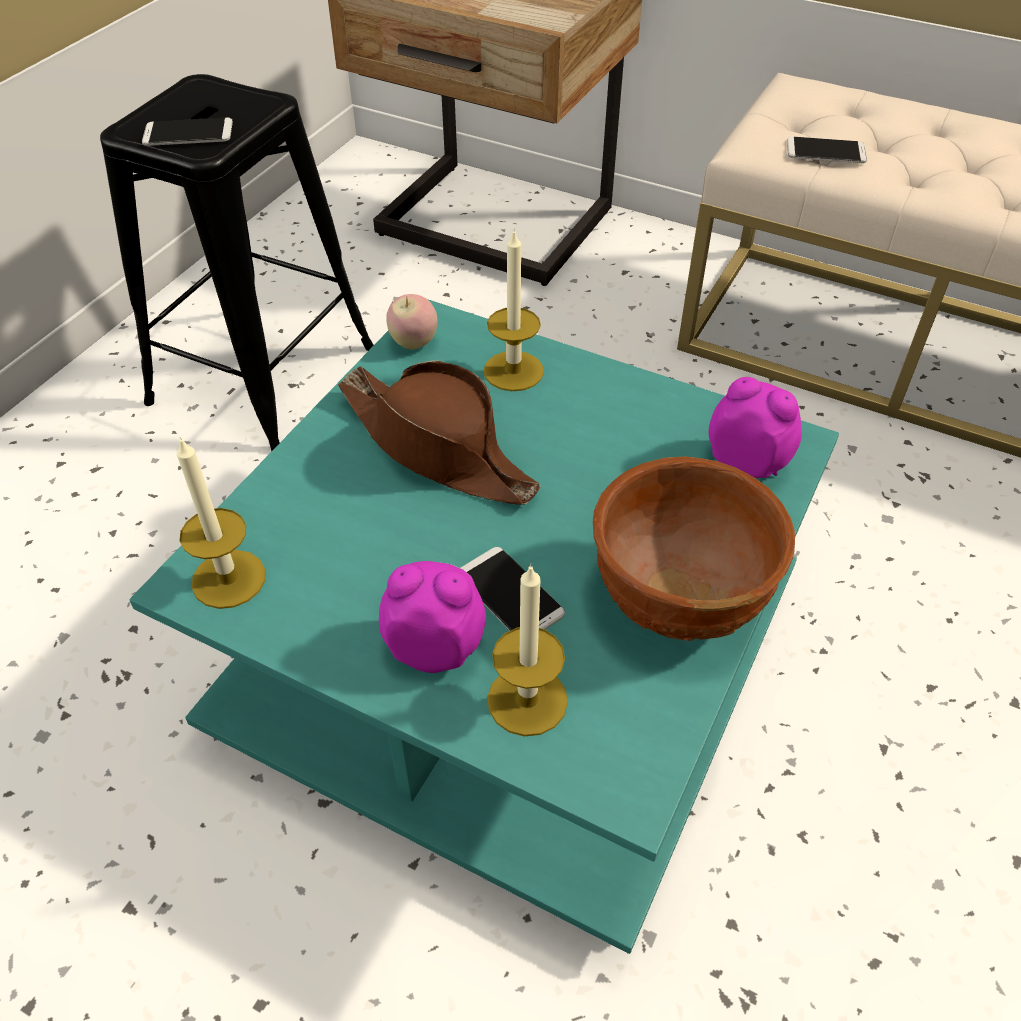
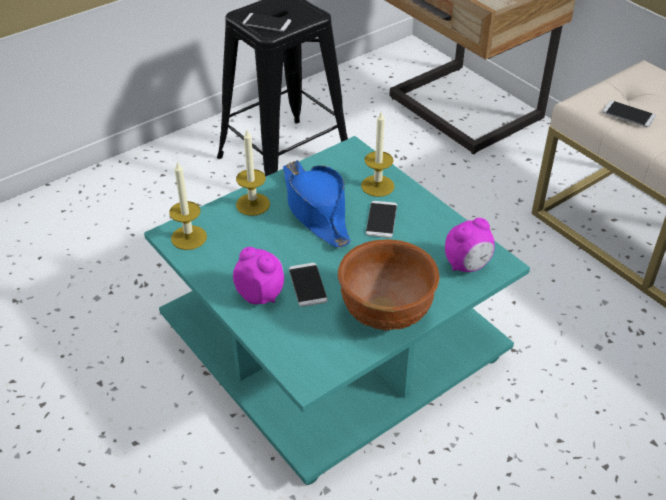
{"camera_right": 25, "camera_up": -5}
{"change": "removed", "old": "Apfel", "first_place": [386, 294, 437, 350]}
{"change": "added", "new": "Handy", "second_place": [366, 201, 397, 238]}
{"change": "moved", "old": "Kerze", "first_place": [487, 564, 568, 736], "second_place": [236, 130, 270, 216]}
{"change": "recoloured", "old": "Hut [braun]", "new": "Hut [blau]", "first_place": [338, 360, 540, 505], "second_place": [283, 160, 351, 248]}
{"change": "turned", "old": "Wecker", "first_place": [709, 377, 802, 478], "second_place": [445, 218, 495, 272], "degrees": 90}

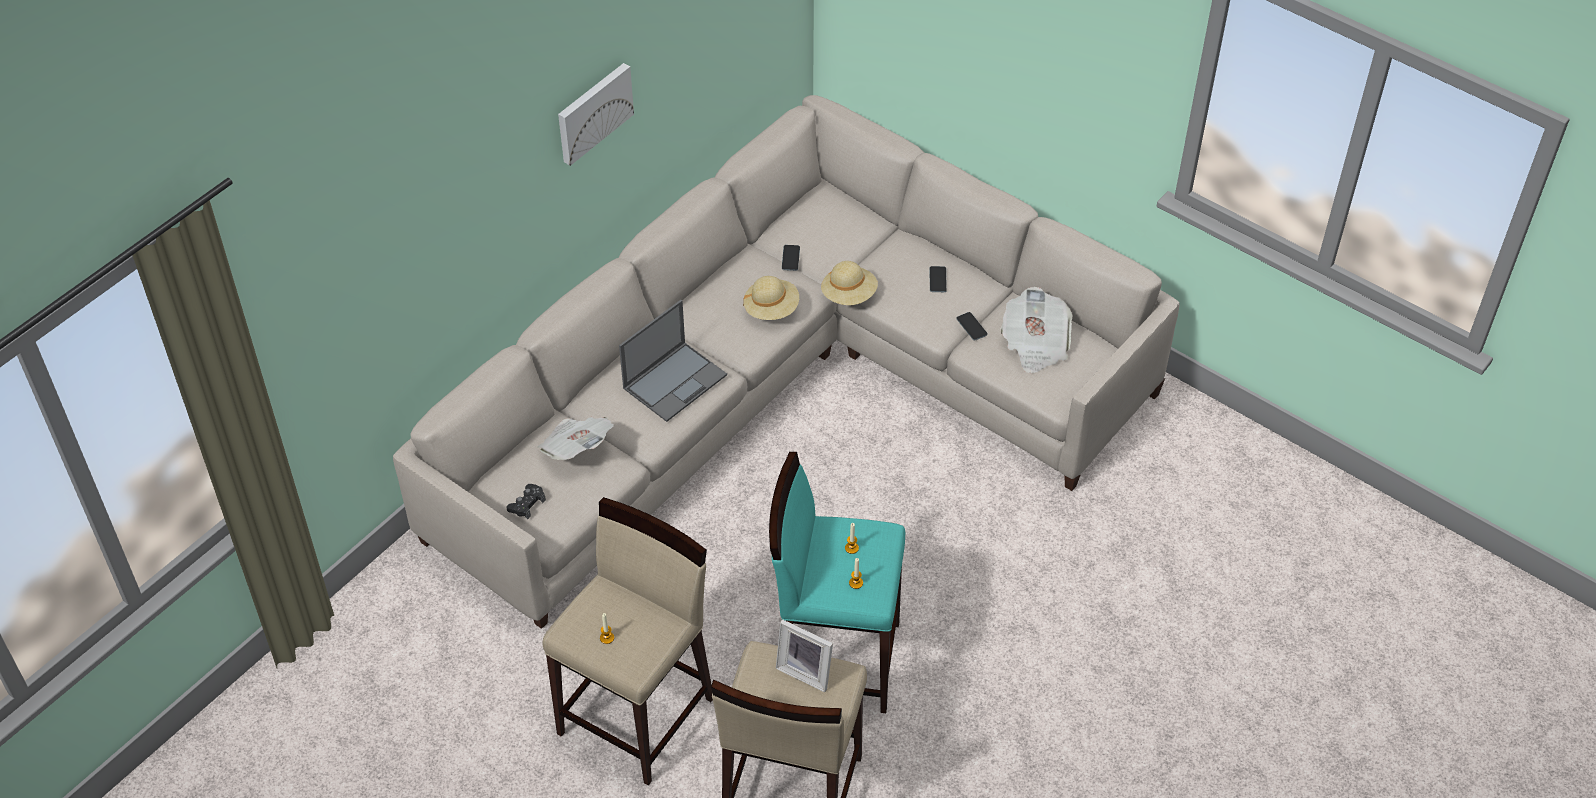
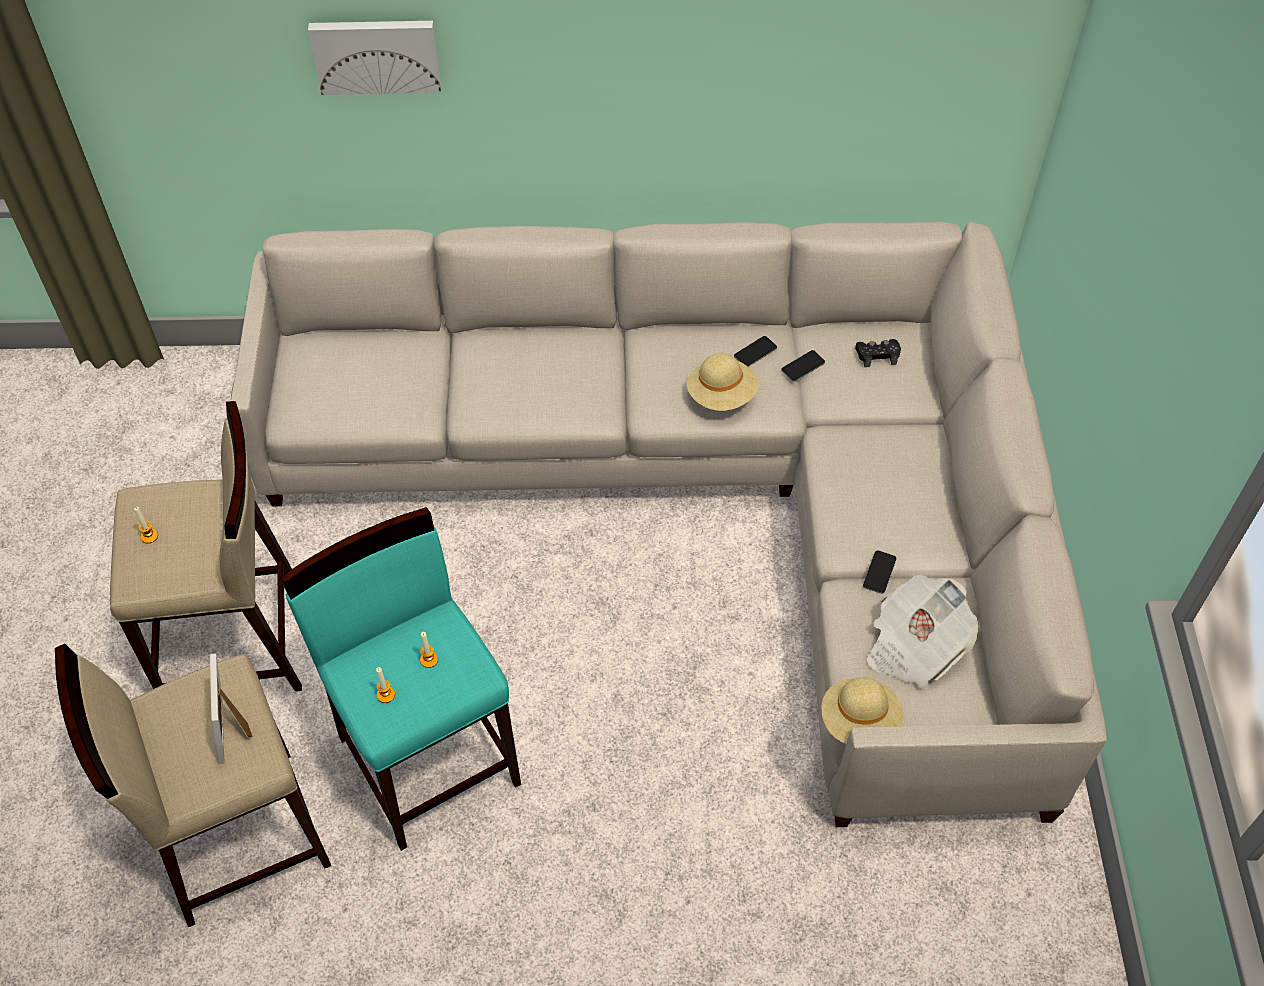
{"camera_right": 50, "camera_up": 5}
{"change": "removed", "old": "Zeitung", "first_place": [537, 417, 614, 460]}
{"change": "removed", "old": "Laptop", "first_place": [619, 300, 727, 422]}
{"change": "moved", "old": "Gamepad [schwarz]", "first_place": [507, 484, 546, 519], "second_place": [855, 339, 901, 367]}
{"change": "moved", "old": "Bild", "first_place": [558, 63, 634, 166], "second_place": [308, 21, 441, 95]}
{"change": "moved", "old": "Hut [beige]", "first_place": [821, 261, 878, 305], "second_place": [822, 677, 903, 744]}
{"change": "moved", "old": "Handy", "first_place": [929, 266, 947, 292], "second_place": [734, 336, 777, 367]}

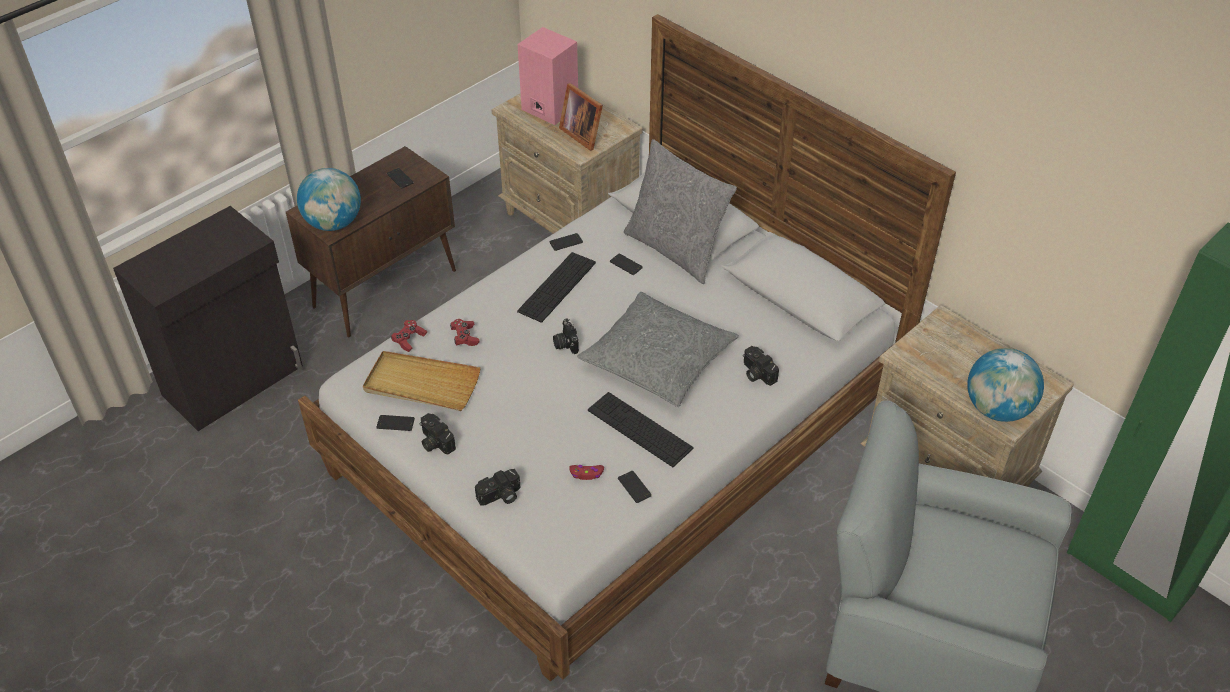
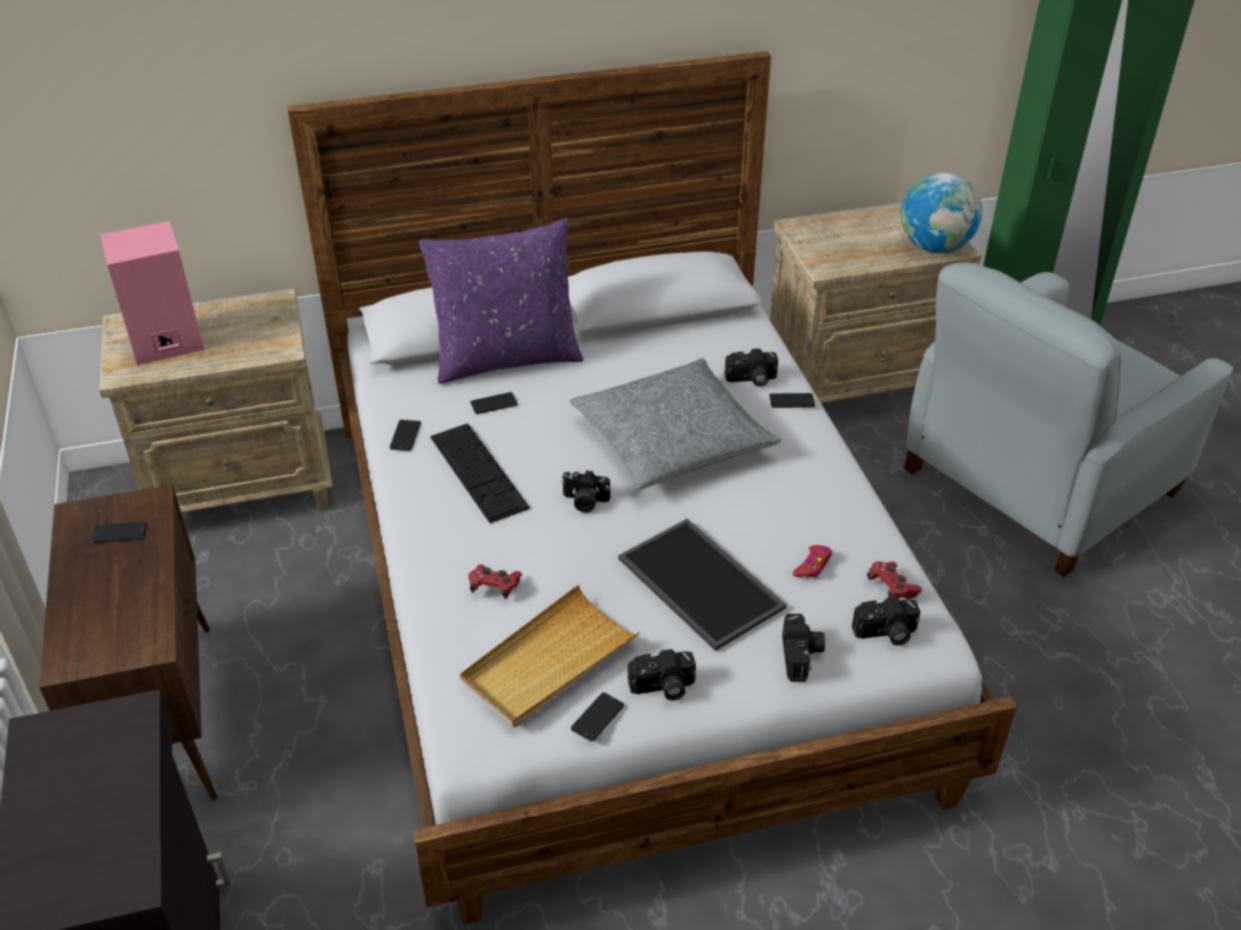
{"camera_right": -60, "camera_up": -5}
{"change": "removed", "old": "Globus", "first_place": [297, 168, 361, 231]}
{"change": "removed", "old": "Bilderrahmen", "first_place": [559, 83, 603, 151]}
{"change": "removed", "old": "Tastatur", "first_place": [588, 392, 694, 467]}
{"change": "added", "new": "Tablett", "second_place": [618, 519, 786, 651]}
{"change": "added", "new": "Kamera", "second_place": [852, 596, 920, 645]}
{"change": "moved", "old": "Gamepad [rot]", "first_place": [391, 320, 427, 352], "second_place": [867, 561, 922, 599]}
{"change": "moved", "old": "Handy", "first_place": [618, 471, 652, 503], "second_place": [769, 393, 815, 408]}
{"change": "recoloured", "old": "Kissen [grau]", "new": "Kissen [lila]", "first_place": [624, 139, 737, 284], "second_place": [419, 218, 583, 384]}

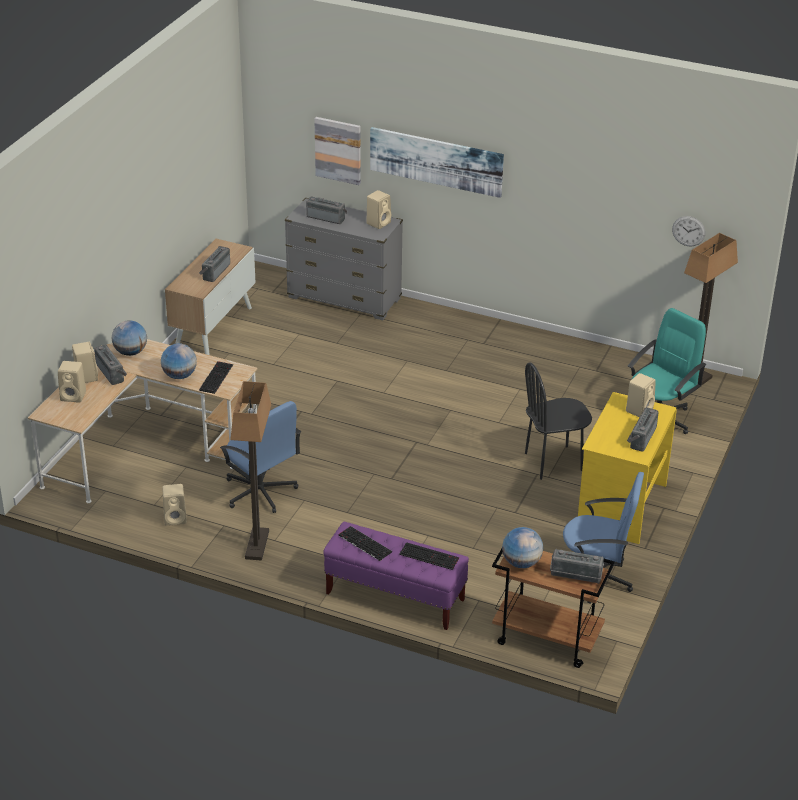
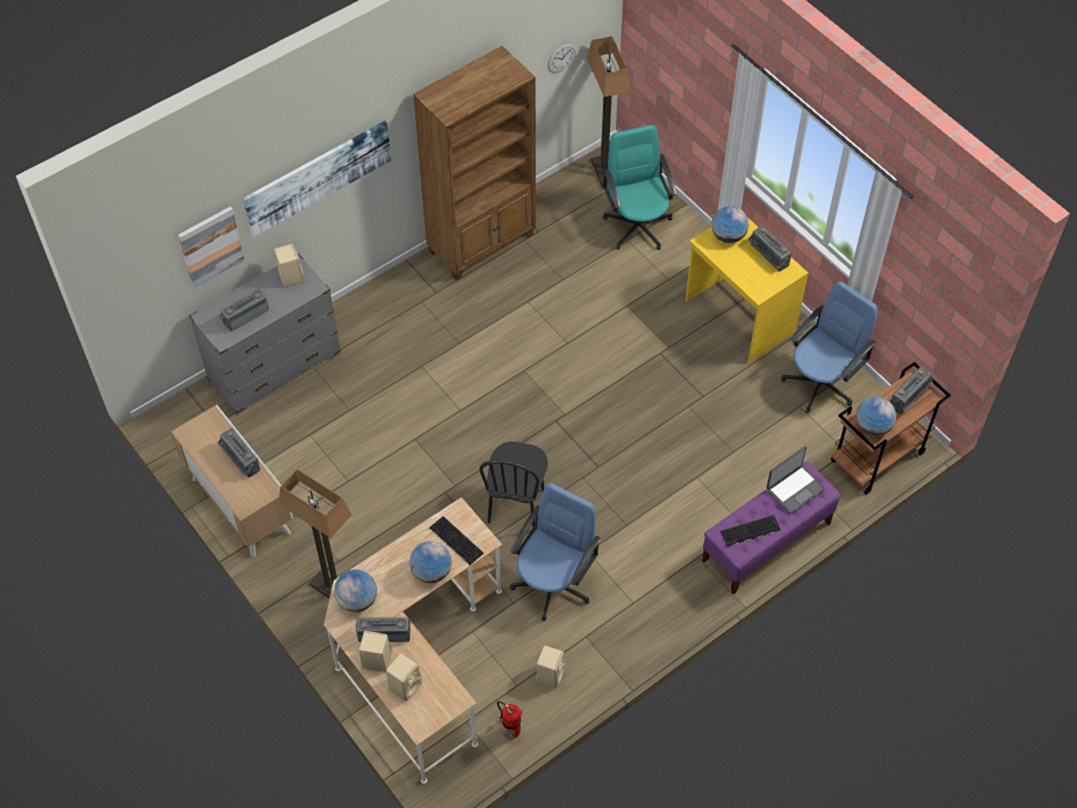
{"camera_right": -60, "camera_up": 20}
{"change": "added", "new": "Bücherregal [braun]", "second_place": [413, 46, 536, 281]}
{"change": "added", "new": "Feuerlöscher", "second_place": [496, 701, 522, 739]}
{"change": "moved", "old": "Stehlampe", "first_place": [230, 381, 271, 561], "second_place": [278, 469, 352, 599]}
{"change": "moved", "old": "Stuhl [schwarz]", "first_place": [525, 362, 592, 480], "second_place": [479, 442, 548, 528]}
{"change": "replaced", "old": "Tastatur", "new": "Laptop", "first_place": [399, 542, 459, 570], "second_place": [766, 446, 825, 514]}
{"change": "replaced", "old": "Lautsprecher [beige]", "new": "Globus", "first_place": [626, 373, 656, 417], "second_place": [712, 206, 749, 243]}
{"change": "turned", "old": "Bürostuhl [blau]", "first_place": [220, 401, 301, 513], "second_place": [510, 483, 601, 622], "degrees": -45}

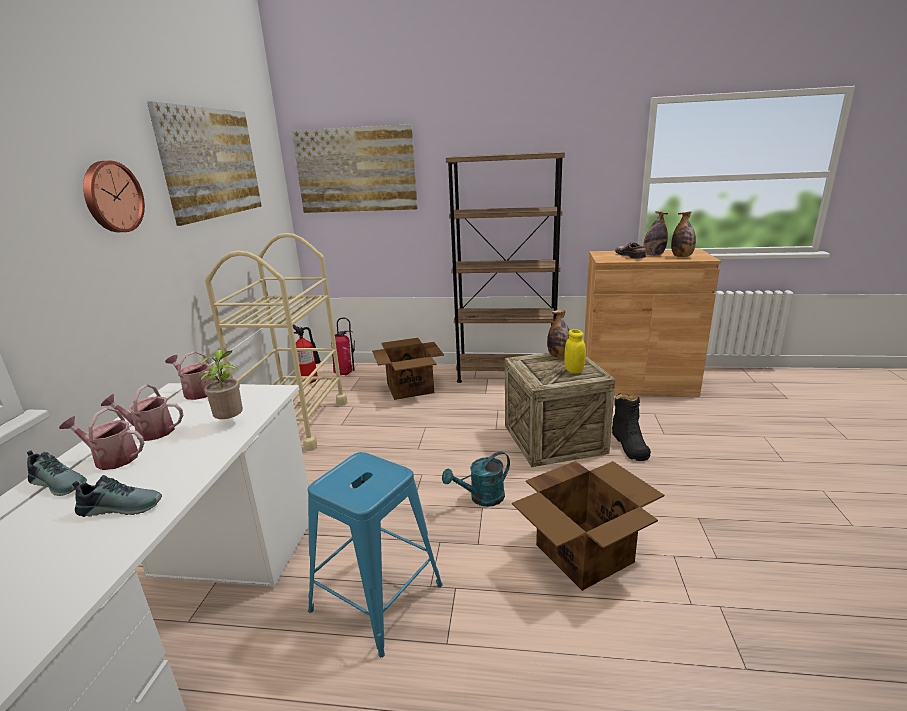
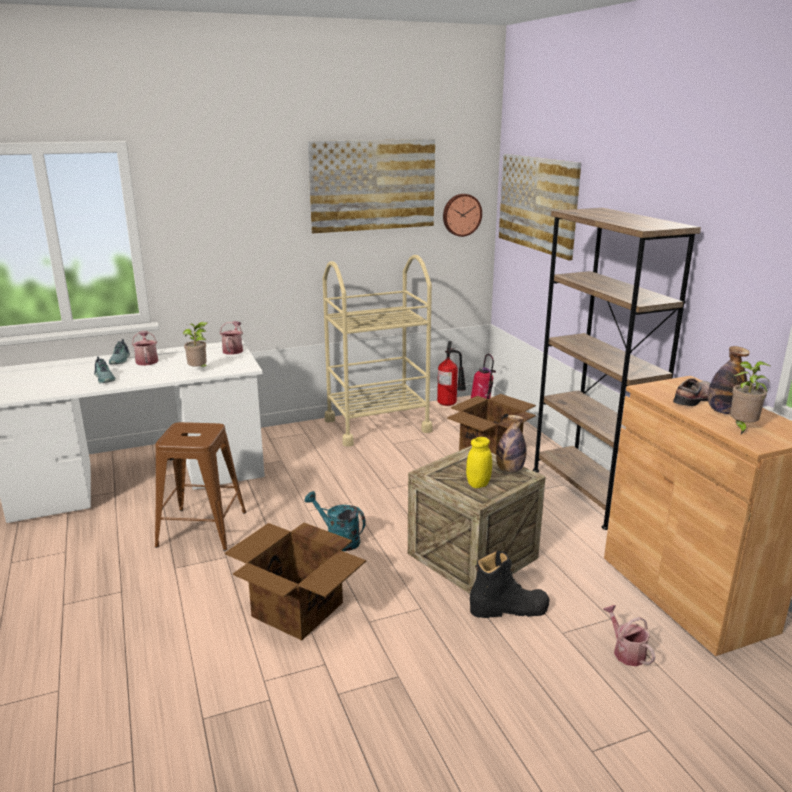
{"camera_right": 60, "camera_up": 0}
{"change": "moved", "old": "Wanduhr", "first_place": [83, 161, 145, 232], "second_place": [443, 194, 482, 237]}
{"change": "moved", "old": "Gießkanne", "first_place": [101, 384, 183, 441], "second_place": [603, 605, 656, 666]}
{"change": "replaced", "old": "Flasche", "new": "Topfpflanze", "first_place": [671, 211, 696, 257], "second_place": [730, 361, 772, 434]}
{"change": "recoloured", "old": "Hocker [blau]", "new": "Hocker [braun]", "first_place": [308, 452, 442, 657], "second_place": [155, 422, 246, 551]}
{"change": "turned", "old": "Stiefel [schwarz]", "first_place": [612, 393, 651, 461], "second_place": [470, 551, 549, 618], "degrees": -150}

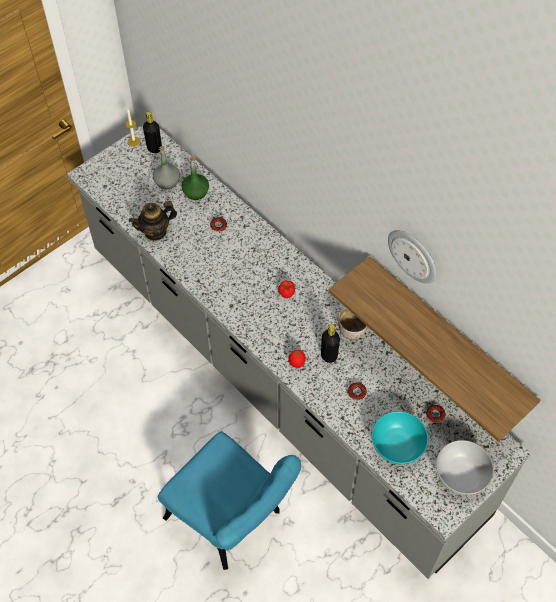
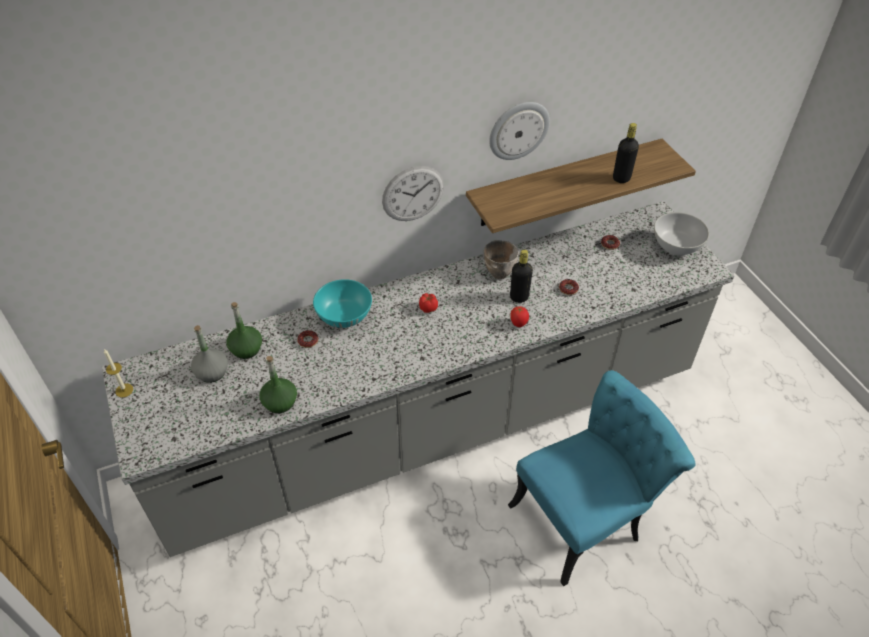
{"camera_right": -70, "camera_up": -10}
{"change": "added", "new": "Wanduhr", "second_place": [382, 166, 444, 221]}
{"change": "moved", "old": "Flasche [schwarz]", "first_place": [143, 112, 162, 153], "second_place": [613, 123, 639, 183]}
{"change": "moved", "old": "Schüssel [türkis]", "first_place": [372, 411, 428, 464], "second_place": [313, 279, 372, 328]}
{"change": "replaced", "old": "Teekanne", "new": "Flasche [grün]", "first_place": [129, 201, 177, 241], "second_place": [259, 356, 297, 413]}

